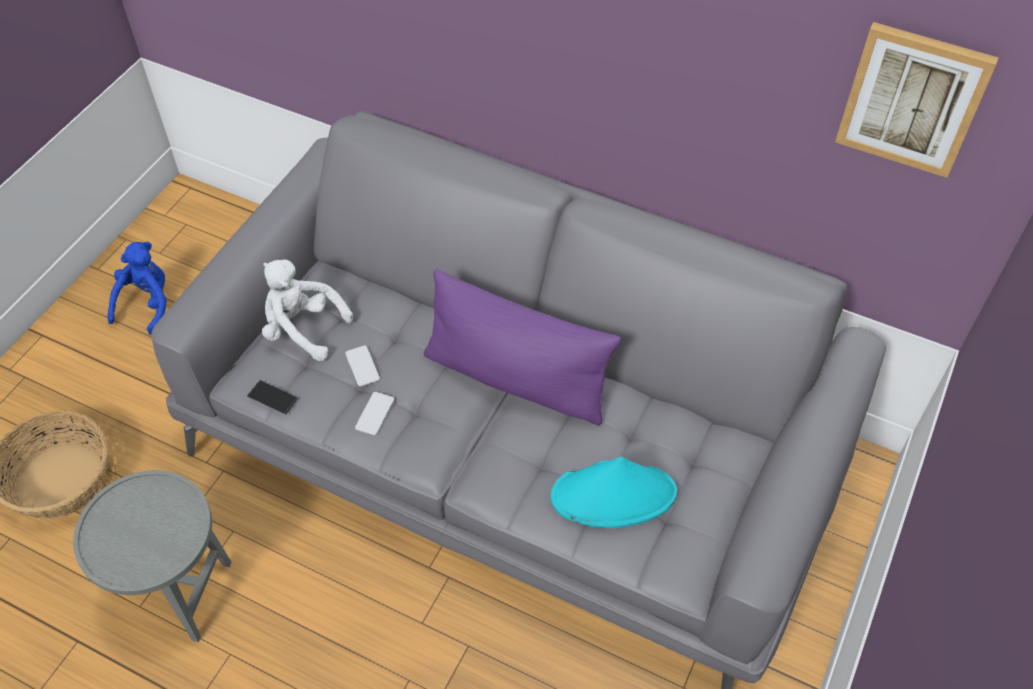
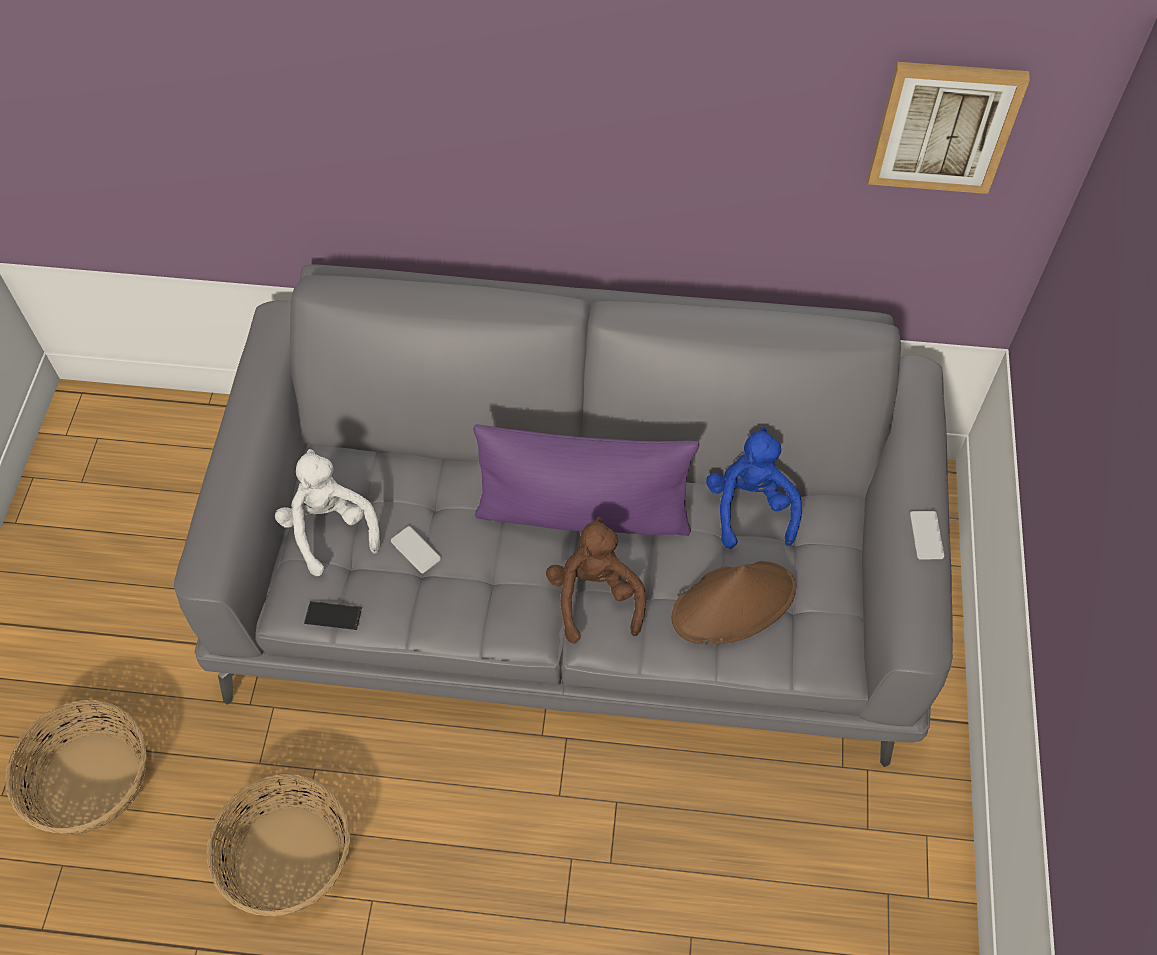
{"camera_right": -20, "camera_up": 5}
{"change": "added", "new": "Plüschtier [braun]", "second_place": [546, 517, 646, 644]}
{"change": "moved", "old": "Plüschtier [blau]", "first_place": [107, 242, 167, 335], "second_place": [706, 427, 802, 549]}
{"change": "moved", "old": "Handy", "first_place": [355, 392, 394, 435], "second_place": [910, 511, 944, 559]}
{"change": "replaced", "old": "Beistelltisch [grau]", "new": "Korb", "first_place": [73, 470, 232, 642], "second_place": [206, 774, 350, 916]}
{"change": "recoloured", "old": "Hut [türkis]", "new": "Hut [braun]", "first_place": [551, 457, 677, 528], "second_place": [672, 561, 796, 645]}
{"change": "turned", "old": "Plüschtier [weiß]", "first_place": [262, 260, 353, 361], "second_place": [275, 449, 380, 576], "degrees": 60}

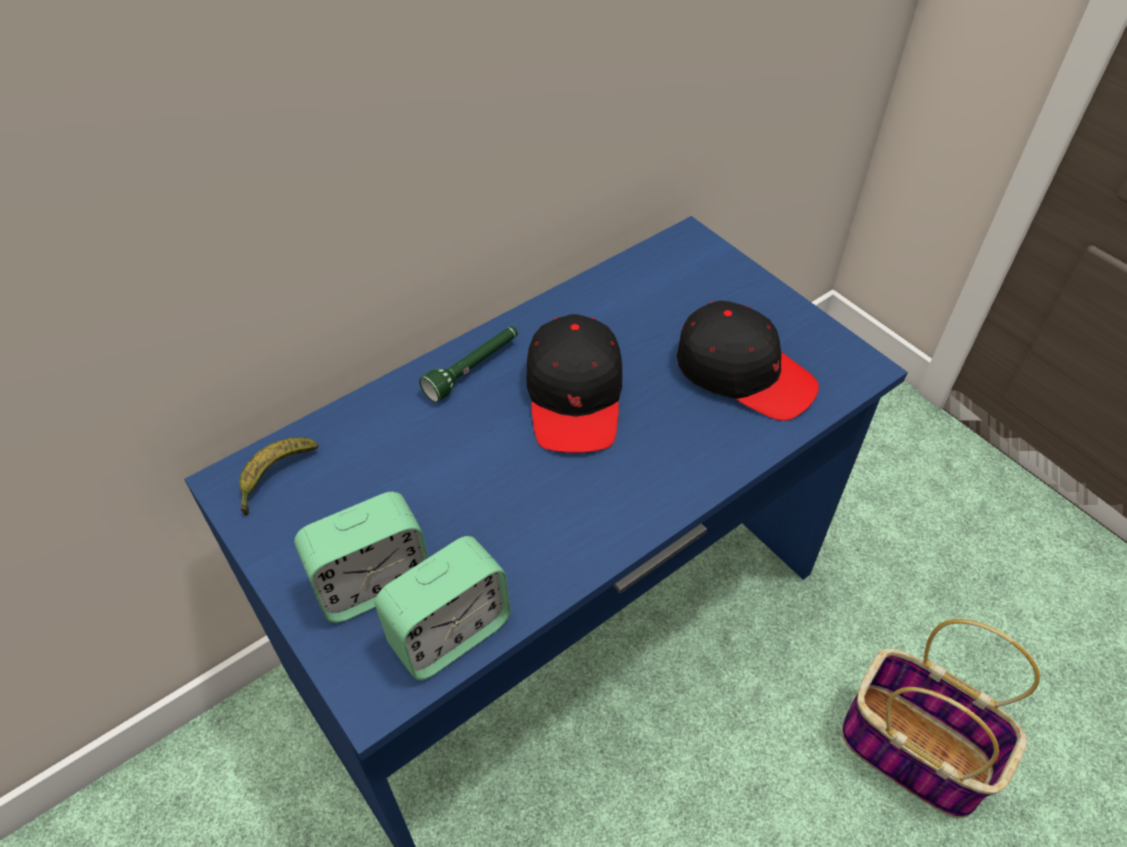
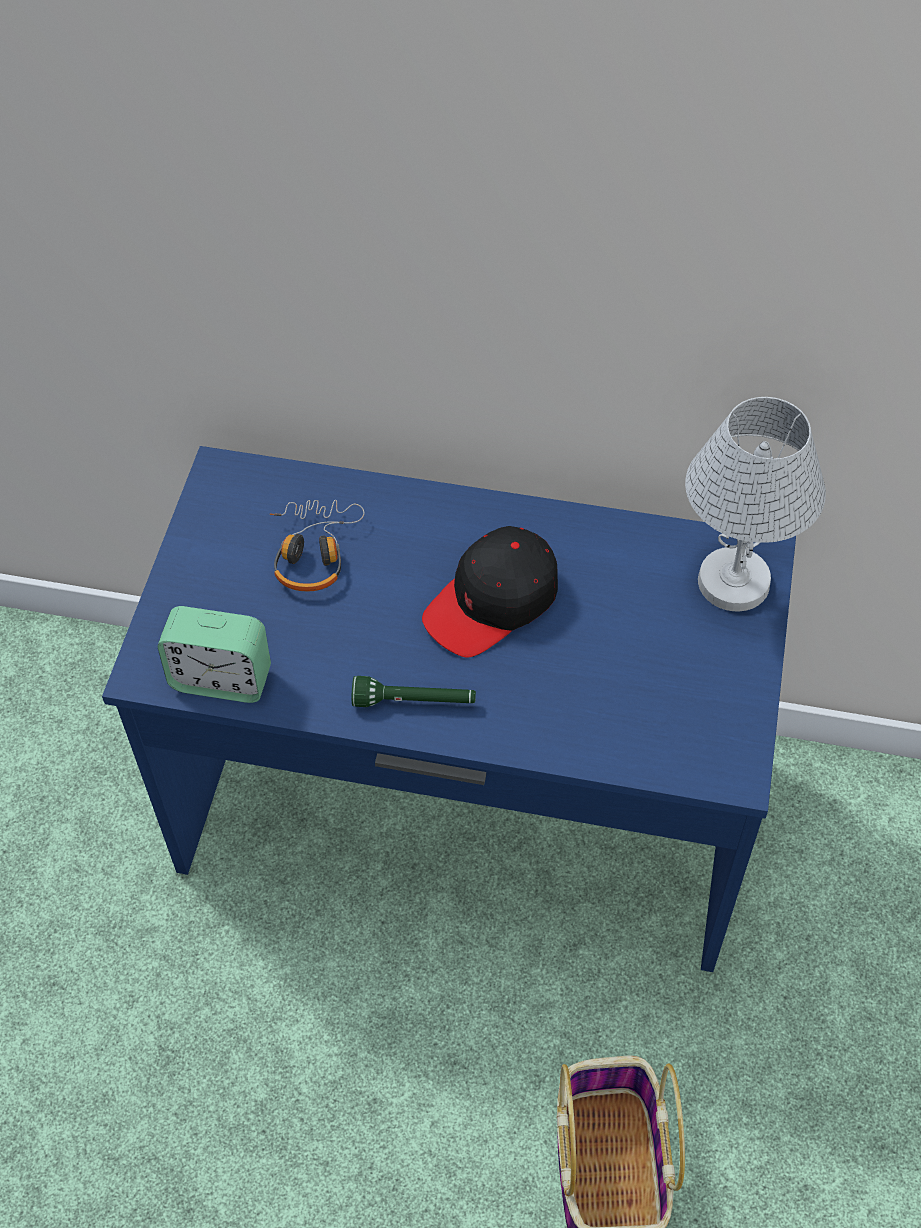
{"camera_right": 50, "camera_up": 5}
{"change": "removed", "old": "Banane", "first_place": [239, 437, 318, 515]}
{"change": "removed", "old": "Wecker", "first_place": [294, 492, 428, 623]}
{"change": "removed", "old": "Kappe [schwarz]", "first_place": [677, 301, 819, 421]}
{"change": "added", "new": "Kopfhörer", "second_place": [269, 500, 365, 591]}
{"change": "added", "new": "Tischlampe [weiß]", "second_place": [685, 397, 826, 611]}
{"change": "moved", "old": "Taschenlampe [grün]", "first_place": [419, 326, 518, 402], "second_place": [352, 676, 476, 707]}

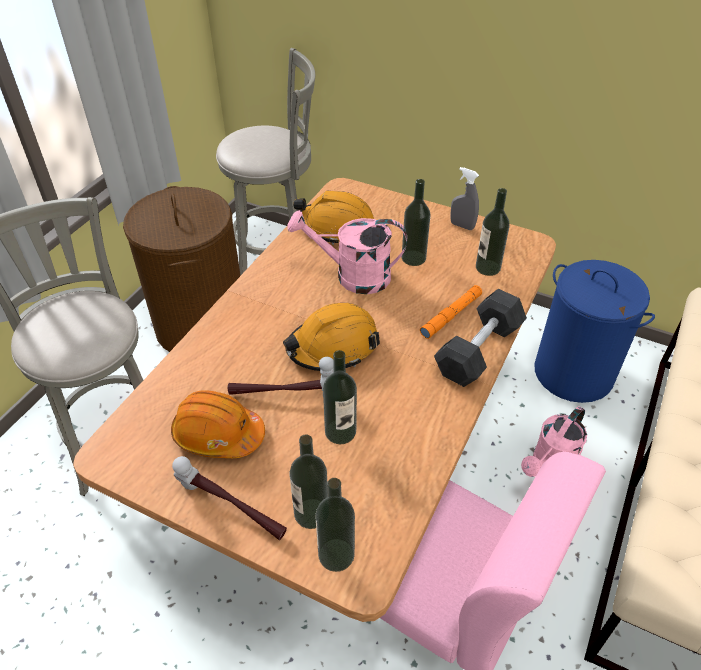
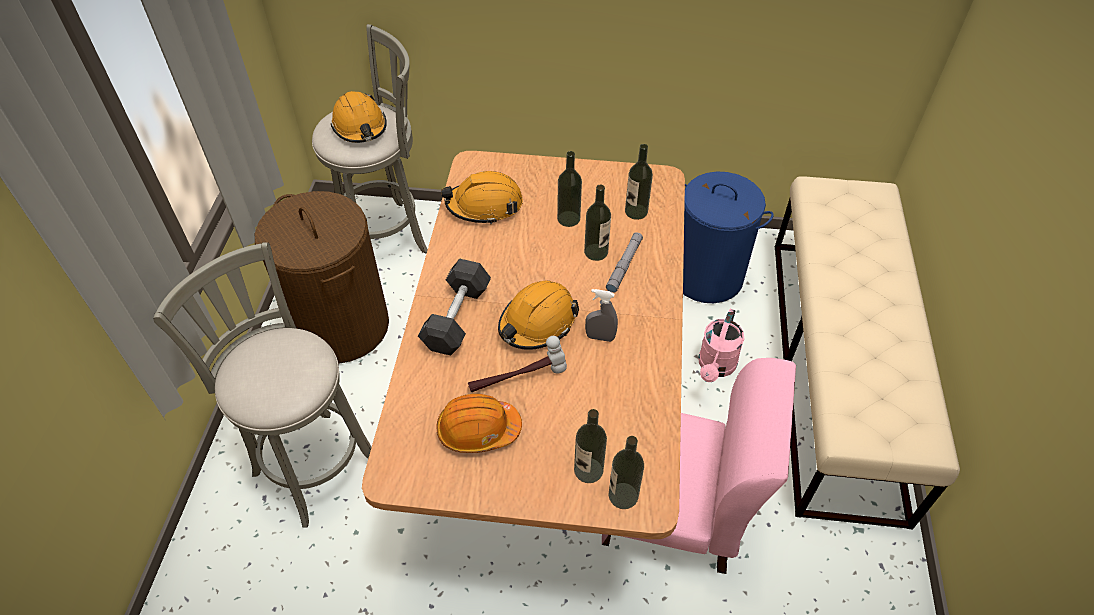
{"camera_right": -20, "camera_up": 5}
{"change": "removed", "old": "Hammer", "first_place": [172, 456, 287, 540]}
{"change": "removed", "old": "Gießkanne [rosa]", "first_place": [287, 210, 407, 294]}
{"change": "added", "new": "Schutzhelm [orange]", "second_place": [331, 91, 387, 143]}
{"change": "moved", "old": "Flasche", "first_place": [323, 350, 357, 444], "second_place": [584, 185, 611, 261]}
{"change": "moved", "old": "Hantel [grau]", "first_place": [434, 289, 527, 387], "second_place": [418, 259, 491, 355]}
{"change": "moved", "old": "Sprühflasche [grau]", "first_place": [451, 167, 479, 230], "second_place": [585, 289, 618, 342]}
{"change": "recoloured", "old": "Taschenlampe [orange]", "new": "Taschenlampe [grau]", "first_place": [420, 285, 482, 339], "second_place": [606, 232, 643, 293]}

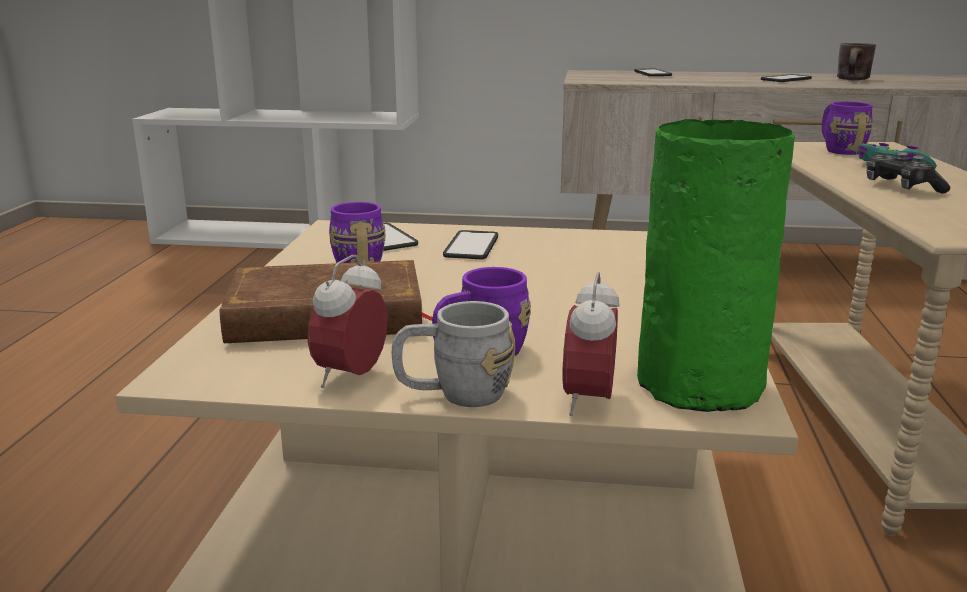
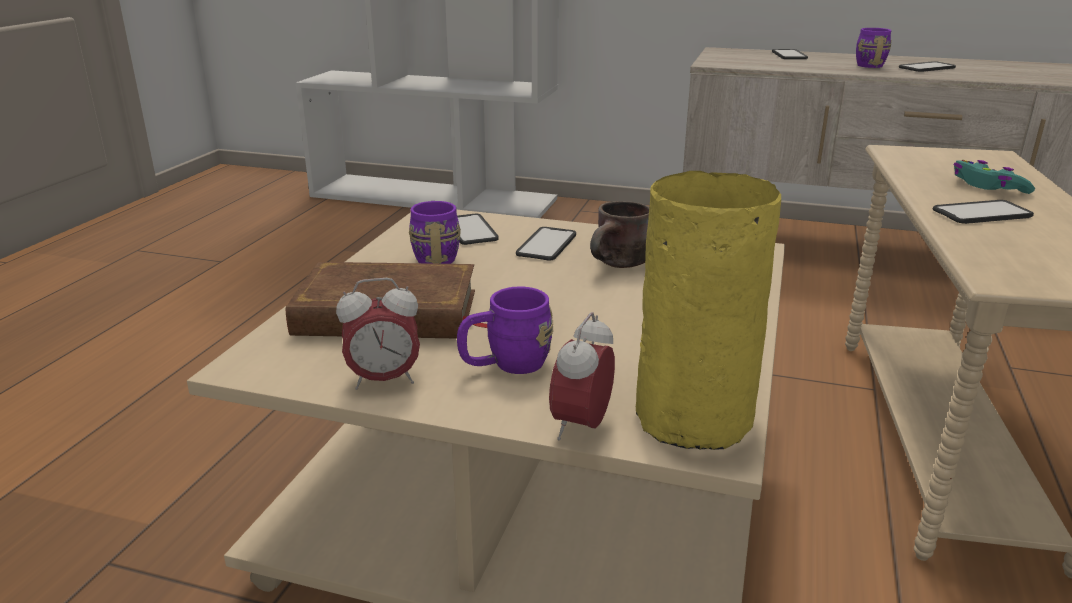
{"camera_right": 10, "camera_up": 5}
{"change": "removed", "old": "Henkelbecher [grau]", "first_place": [392, 301, 515, 407]}
{"change": "moved", "old": "Henkelbecher [lila]", "first_place": [822, 101, 873, 155], "second_place": [856, 28, 892, 68]}
{"change": "moved", "old": "Henkelbecher [braun]", "first_place": [837, 43, 876, 80], "second_place": [590, 201, 649, 268]}
{"change": "replaced", "old": "Gamepad", "new": "Handy", "first_place": [866, 152, 950, 194], "second_place": [933, 200, 1034, 224]}
{"change": "recoloured", "old": "Vase [grün]", "new": "Vase [gelb]", "first_place": [637, 119, 795, 412], "second_place": [636, 171, 781, 450]}
{"change": "turned", "old": "Wecker", "first_place": [307, 255, 388, 388], "second_place": [336, 278, 420, 390], "degrees": -135}

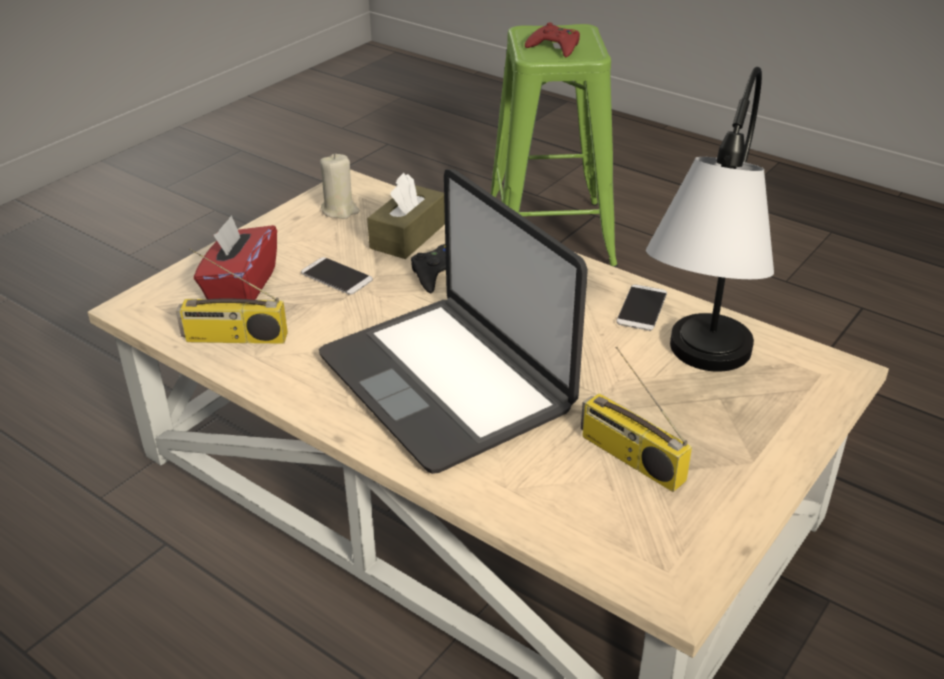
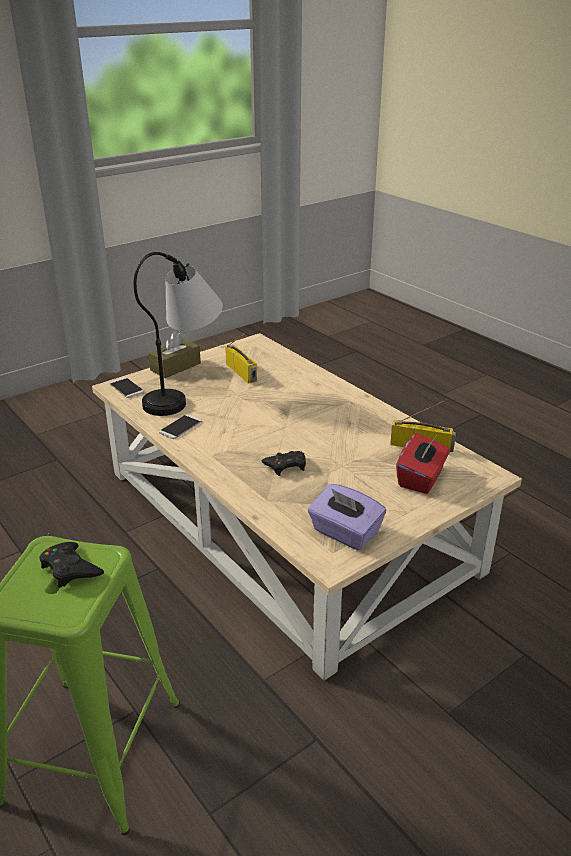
{"camera_right": -165, "camera_up": -5}
{"change": "removed", "old": "Laptop", "first_place": [319, 169, 588, 474]}
{"change": "moved", "old": "Handy", "first_place": [301, 257, 373, 295], "second_place": [109, 377, 144, 398]}
{"change": "moved", "old": "Taschentuchbox [braun]", "first_place": [367, 173, 445, 259], "second_place": [149, 332, 201, 378]}
{"change": "replaced", "old": "Kerze [beige]", "new": "Taschentuchbox [lila]", "first_place": [320, 153, 360, 219], "second_place": [308, 484, 386, 551]}
{"change": "recoloured", "old": "Gamepad [rot]", "new": "Gamepad [schwarz]", "first_place": [525, 23, 580, 57], "second_place": [40, 542, 104, 588]}

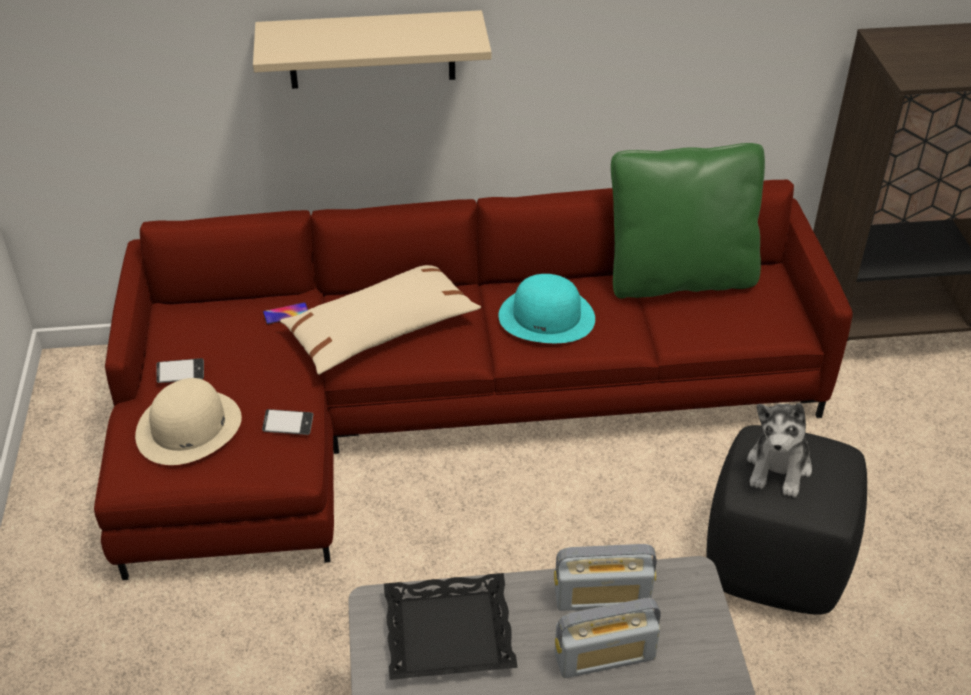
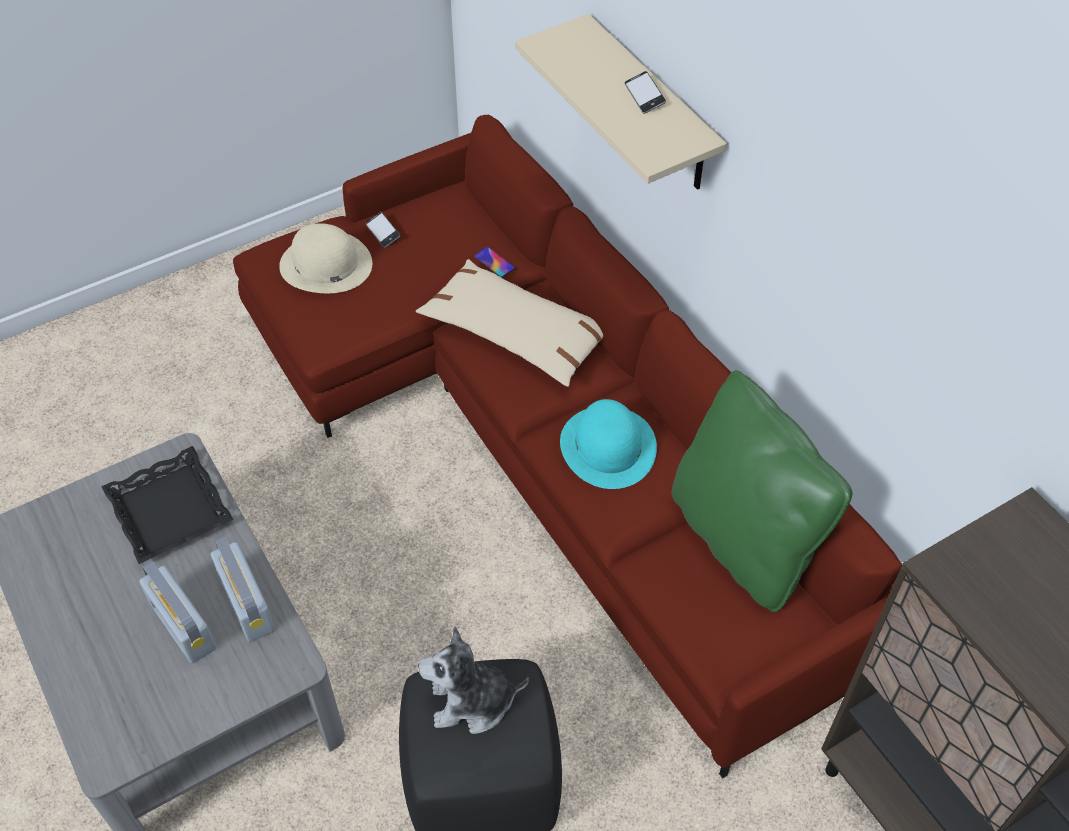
{"camera_right": 65, "camera_up": 10}
{"change": "moved", "old": "Handy", "first_place": [262, 409, 314, 435], "second_place": [625, 71, 666, 114]}

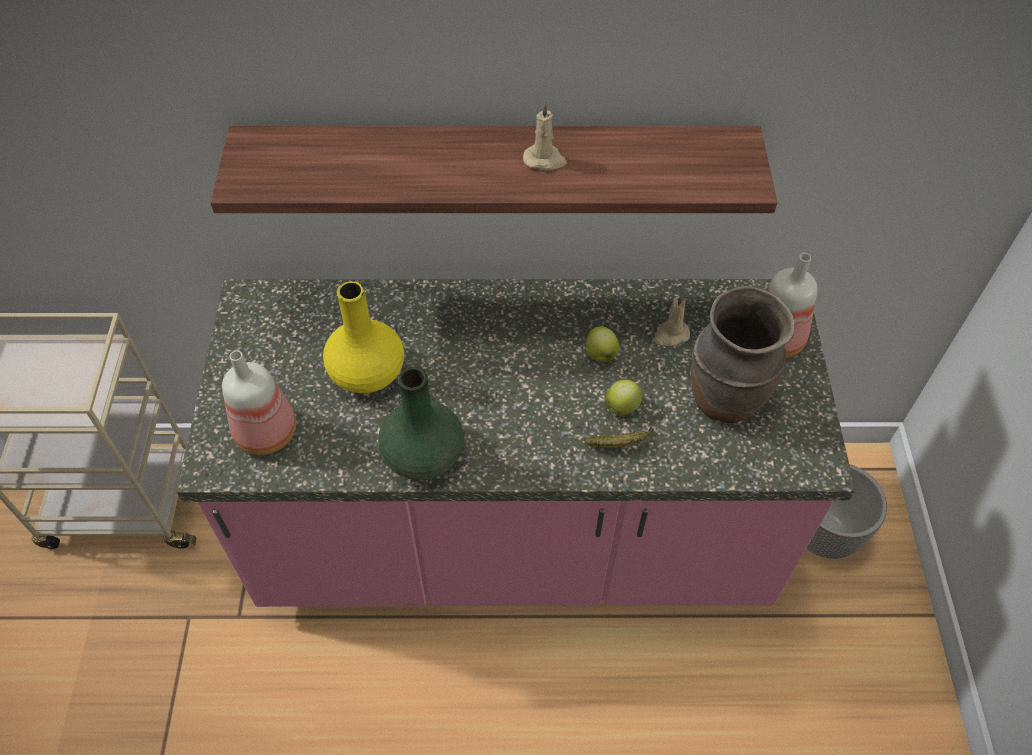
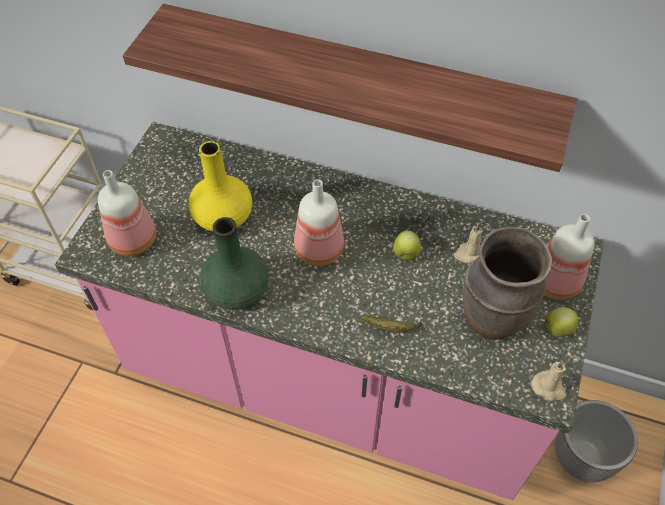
{"camera_right": 20, "camera_up": 0}
{"change": "added", "new": "Flasche", "second_place": [294, 179, 344, 266]}
{"change": "moved", "old": "Kerze [beige]", "first_place": [523, 102, 567, 171], "second_place": [531, 361, 566, 401]}
{"change": "moved", "old": "Apfel", "first_place": [605, 380, 642, 416], "second_place": [545, 307, 578, 337]}

